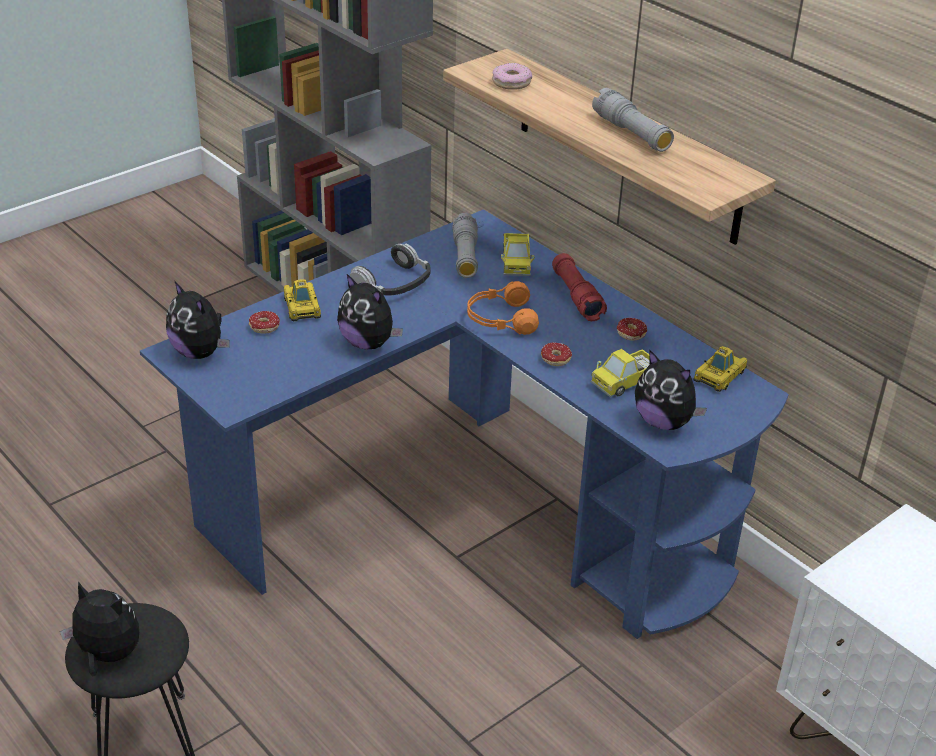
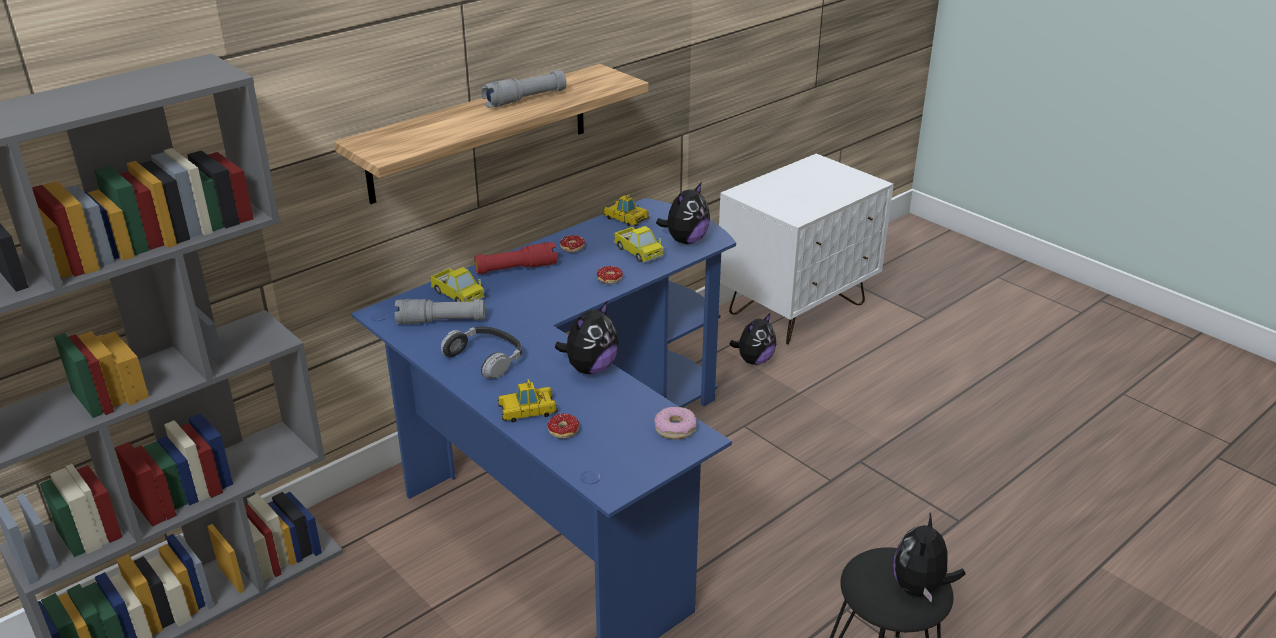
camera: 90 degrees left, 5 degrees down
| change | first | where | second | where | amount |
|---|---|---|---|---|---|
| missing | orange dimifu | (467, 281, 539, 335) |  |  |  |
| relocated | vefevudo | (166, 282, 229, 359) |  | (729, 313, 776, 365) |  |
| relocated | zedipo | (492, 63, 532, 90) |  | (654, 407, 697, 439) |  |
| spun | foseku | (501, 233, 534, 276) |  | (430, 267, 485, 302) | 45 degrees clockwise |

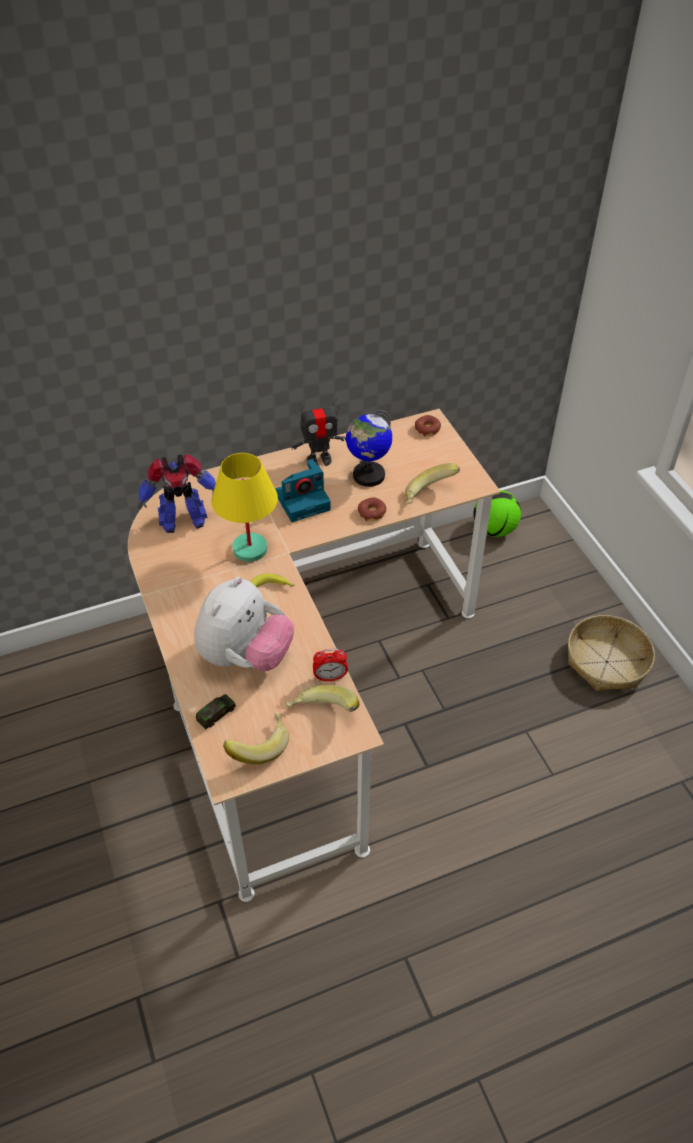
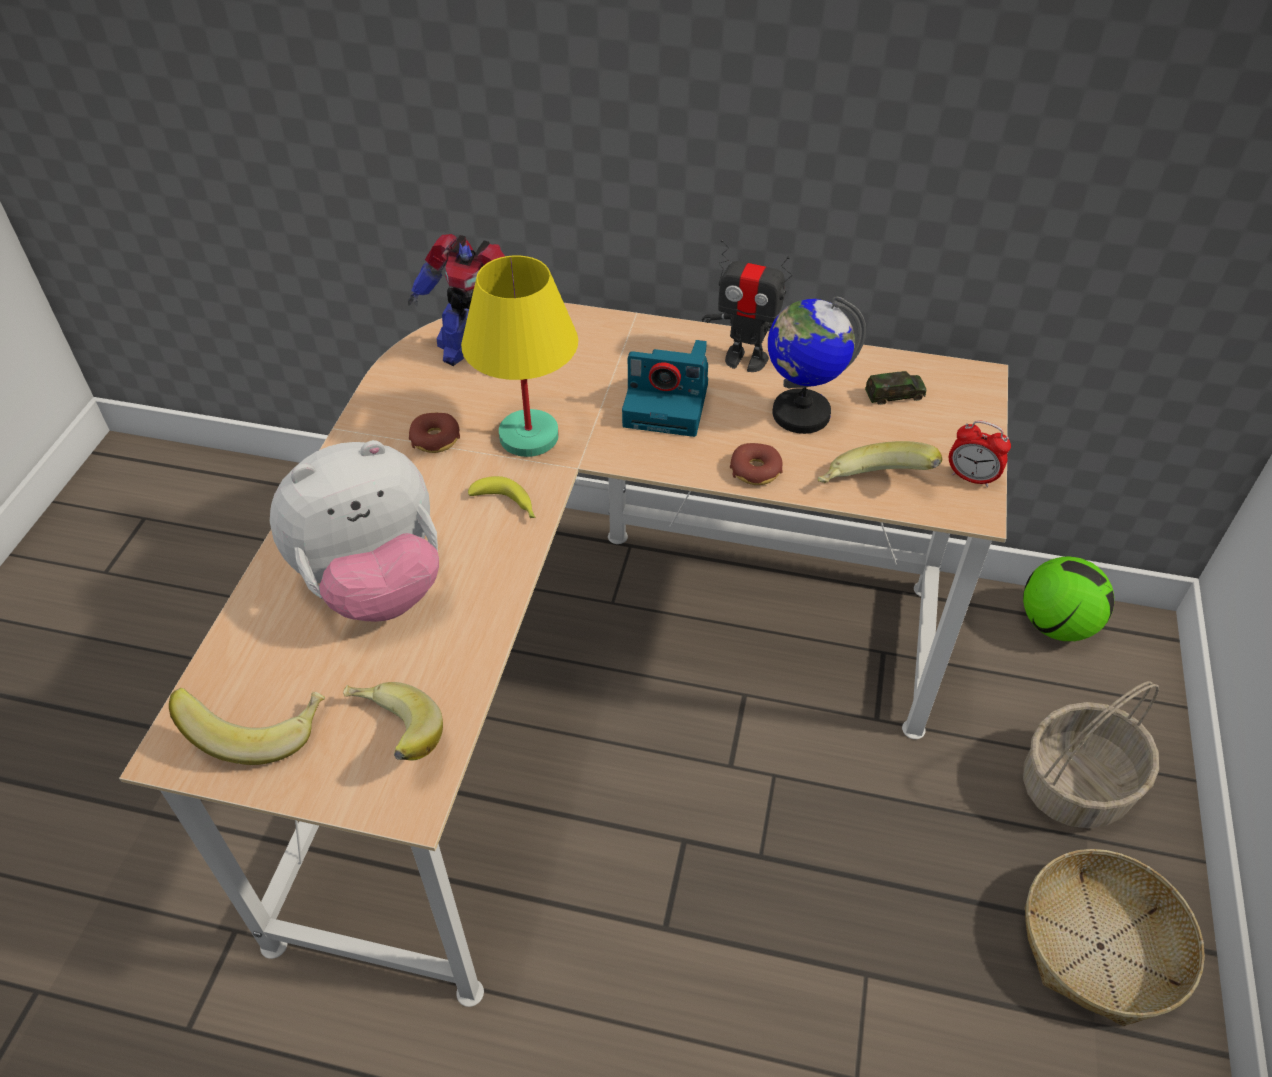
camera: 35 degrees right, 0 degrees up
| change | first | where | second | where | amount |
|---|---|---|---|---|---|
| appeared |  |  | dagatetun | (1023, 681, 1159, 828) |  |
| relocated | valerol | (196, 694, 236, 730) |  | (865, 371, 927, 405) |  |
| relocated | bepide | (313, 649, 348, 682) |  | (949, 420, 1011, 487) |  |
| relocated | zedipo | (415, 415, 441, 436) |  | (409, 413, 460, 453) |  |

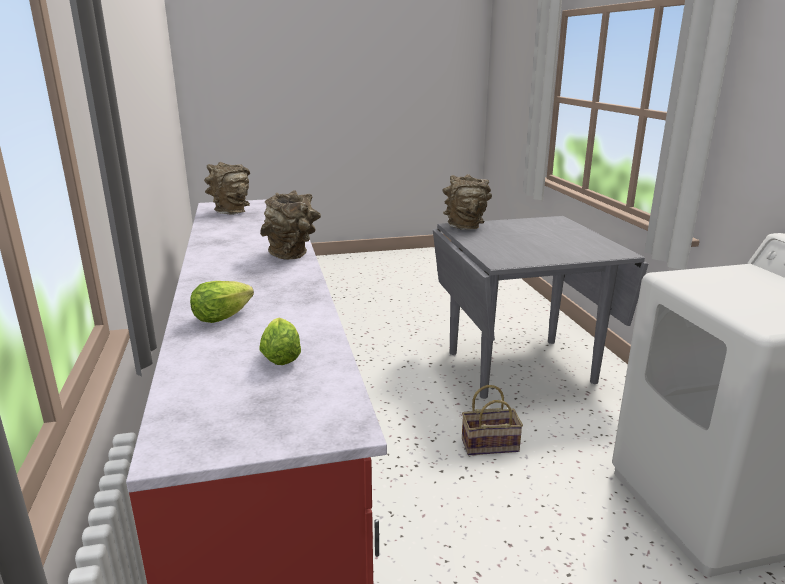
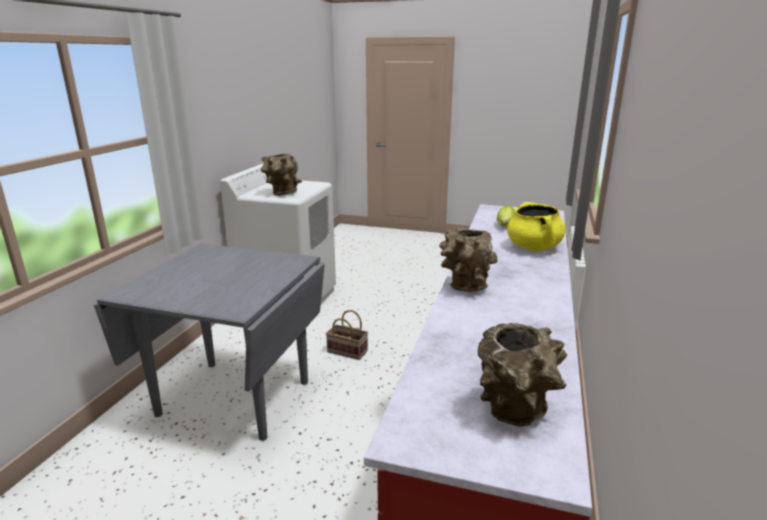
camera: 150 degrees left, 0 degrees up
| change | first | where | second | where | amount |
|---|---|---|---|---|---|
| relocated | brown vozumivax | (442, 174, 492, 230) |  | (260, 153, 302, 195) |  |
| exchanged | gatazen | (190, 281, 254, 323) | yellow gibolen | (507, 202, 566, 251) |  |

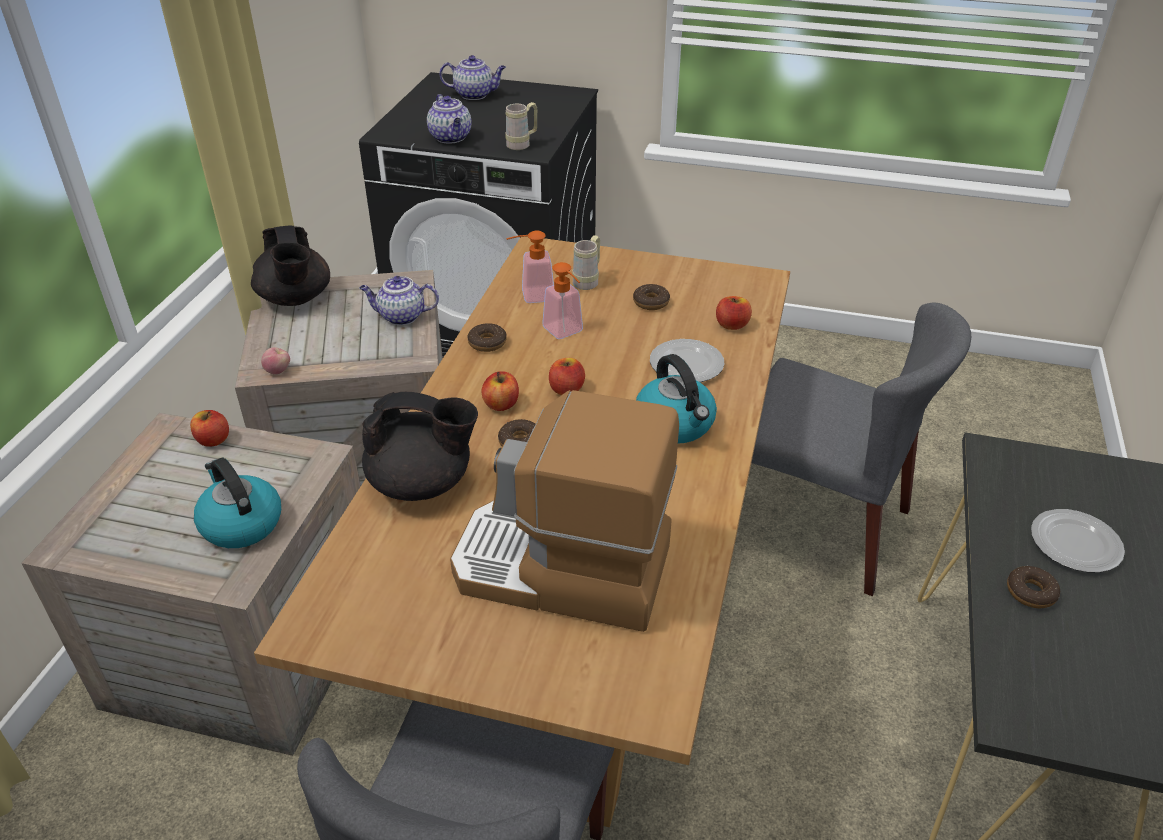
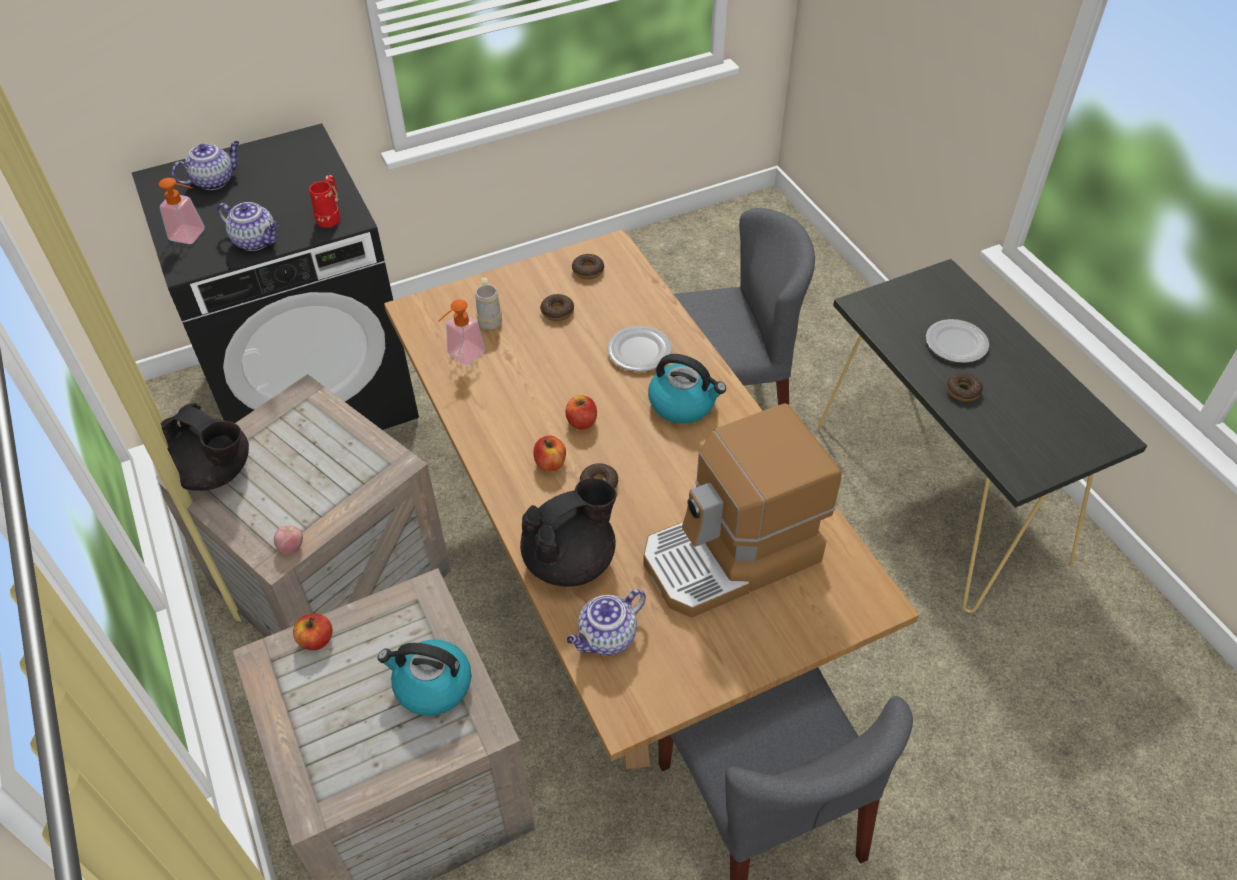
camera: 40 degrees left, 10 degrees up
| change | first | where | second | where | amount |
|---|---|---|---|---|---|
| missing | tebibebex | (716, 296, 752, 330) |  |  |  |
| relocated | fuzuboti | (359, 276, 439, 325) |  | (567, 589, 646, 655) |  |
| relocated | zedipo | (467, 323, 507, 352) |  | (572, 254, 604, 279) |  |
| relocated | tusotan | (542, 262, 583, 339) |  | (159, 178, 205, 244) |  |
| colour | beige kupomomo | (505, 102, 538, 150) | red kupomomo | (309, 175, 340, 228) |  |

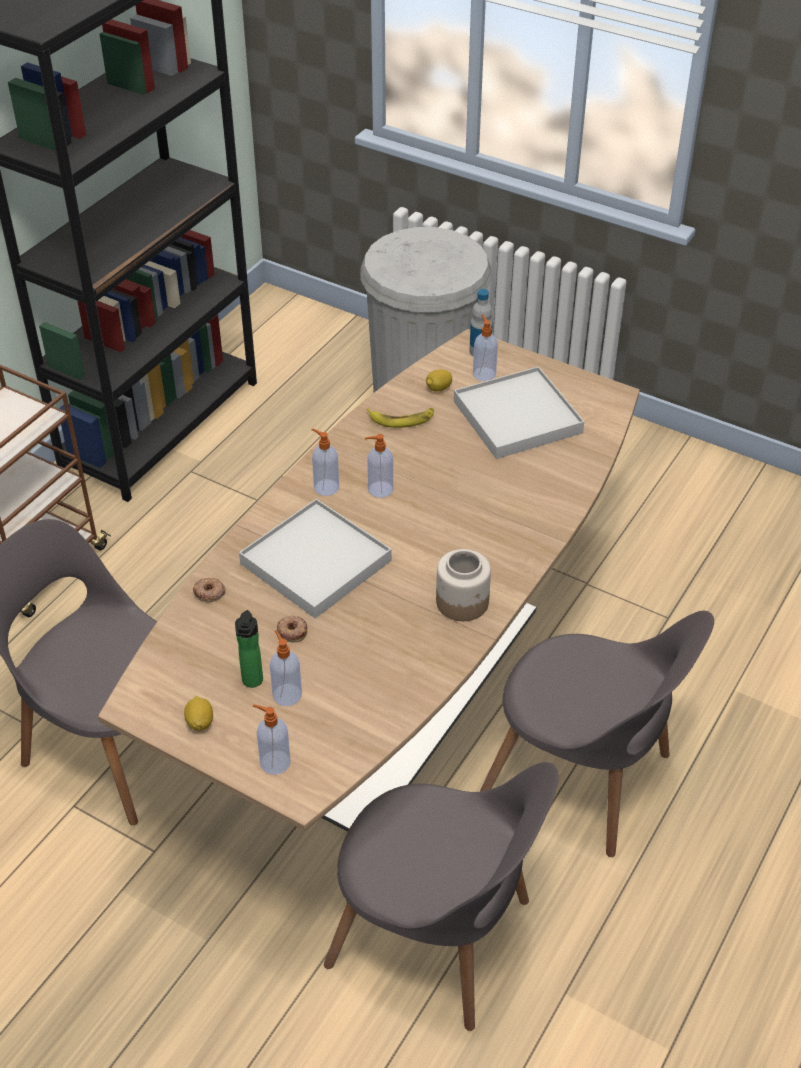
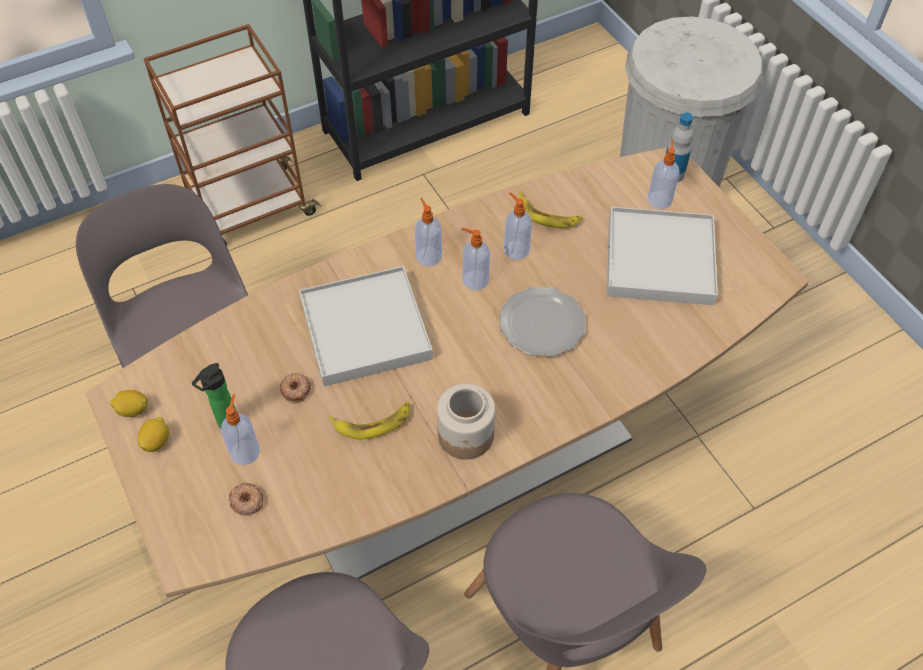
camera: 30 degrees right, 10 degrees up
| change | first | where | second | where | amount |
|---|---|---|---|---|---|
| appeared |  |  | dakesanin | (329, 402, 410, 439) |  |
| appeared |  |  | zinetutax | (499, 286, 586, 357) |  |
| relocated | zedipo | (193, 578, 225, 602) |  | (229, 482, 264, 515) |  |
| relocated | tusotan | (253, 704, 291, 775) |  | (504, 192, 532, 260) |  |
| relocated | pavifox | (426, 369, 452, 392) |  | (110, 390, 148, 417) |  |

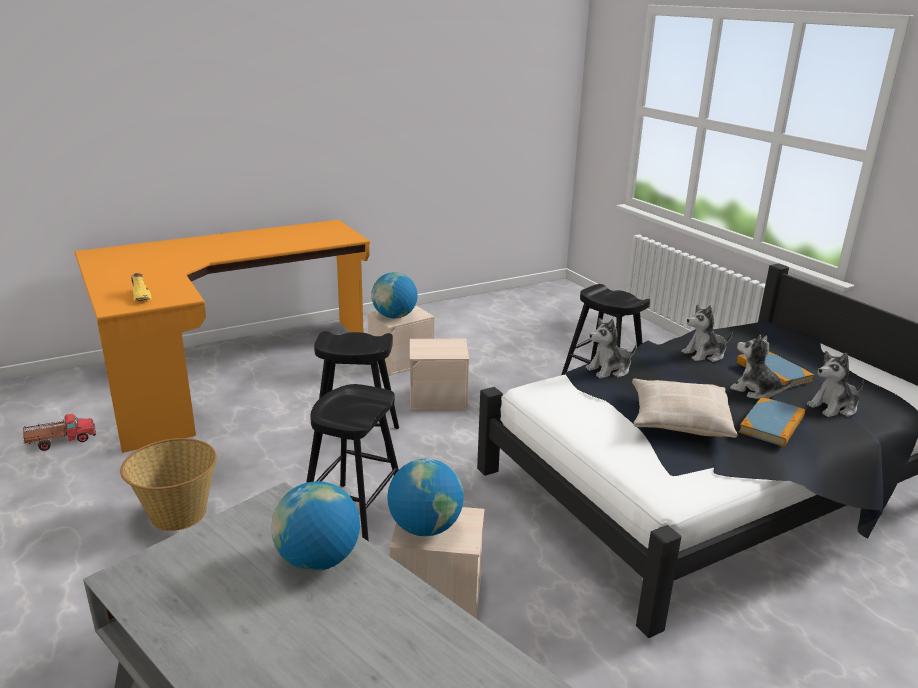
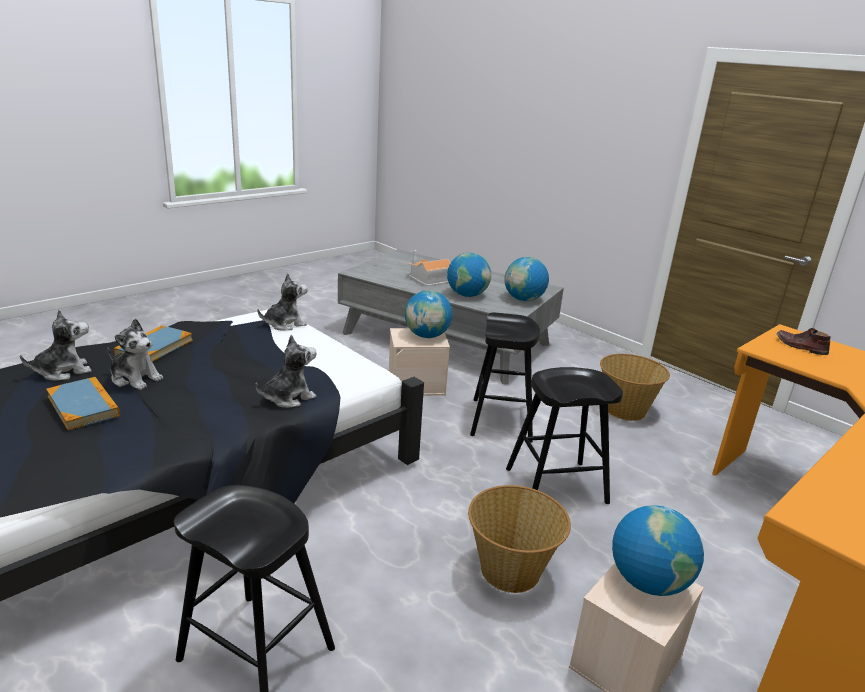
camera: 165 degrees right, 0 degrees up
| change | first | where | second | where | amount |
|---|---|---|---|---|---|
| missing | foseku | (23, 414, 96, 451) |  |  |  |
| missing | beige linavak | (632, 379, 738, 438) |  |  |  |
| appeared |  |  | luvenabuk | (408, 250, 450, 286) |  |
| appeared |  |  | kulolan | (504, 257, 549, 301) |  |
| relocated | vefevudo | (681, 305, 733, 362) |  | (257, 273, 308, 331) |  |
| exchanged | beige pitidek | (410, 339, 469, 410) | dagatetun | (468, 485, 571, 593) |  |
| colour | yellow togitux | (131, 273, 152, 301) | brown togitux | (777, 328, 831, 355) |  |

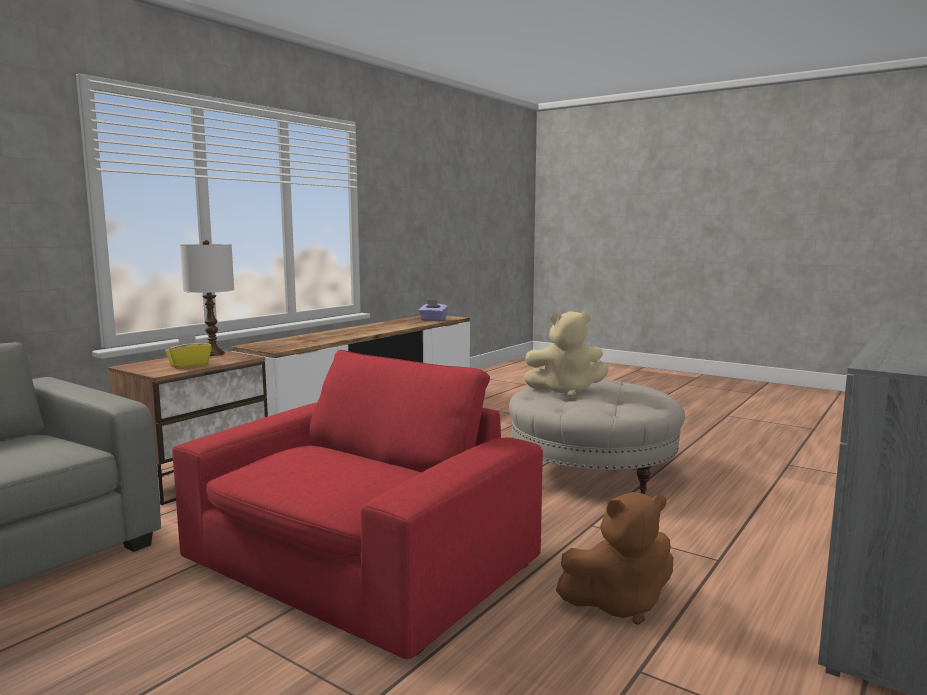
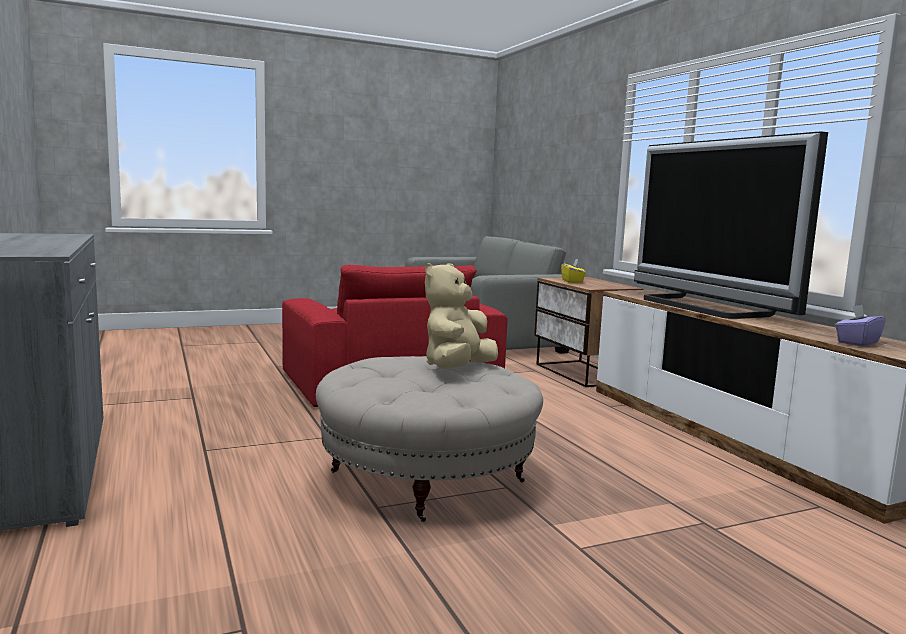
camera: 120 degrees right, 0 degrees up
| change | first | where | second | where | amount |
|---|---|---|---|---|---|
| missing | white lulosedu | (180, 240, 234, 356) |  |  |  |
| missing | brown vefevudo | (556, 492, 673, 625) |  |  |  |
| appeared |  |  | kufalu | (634, 131, 828, 319) |  |

